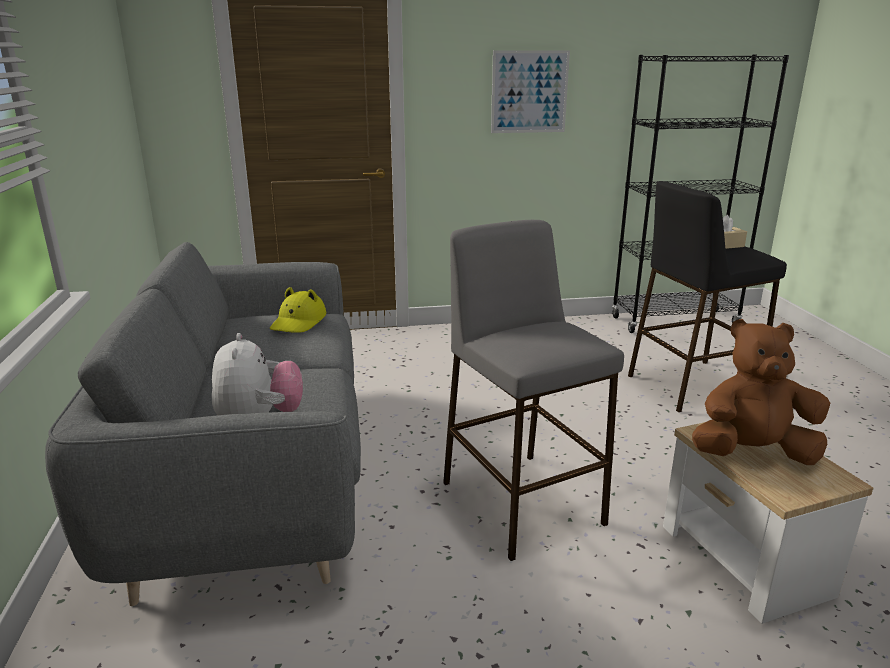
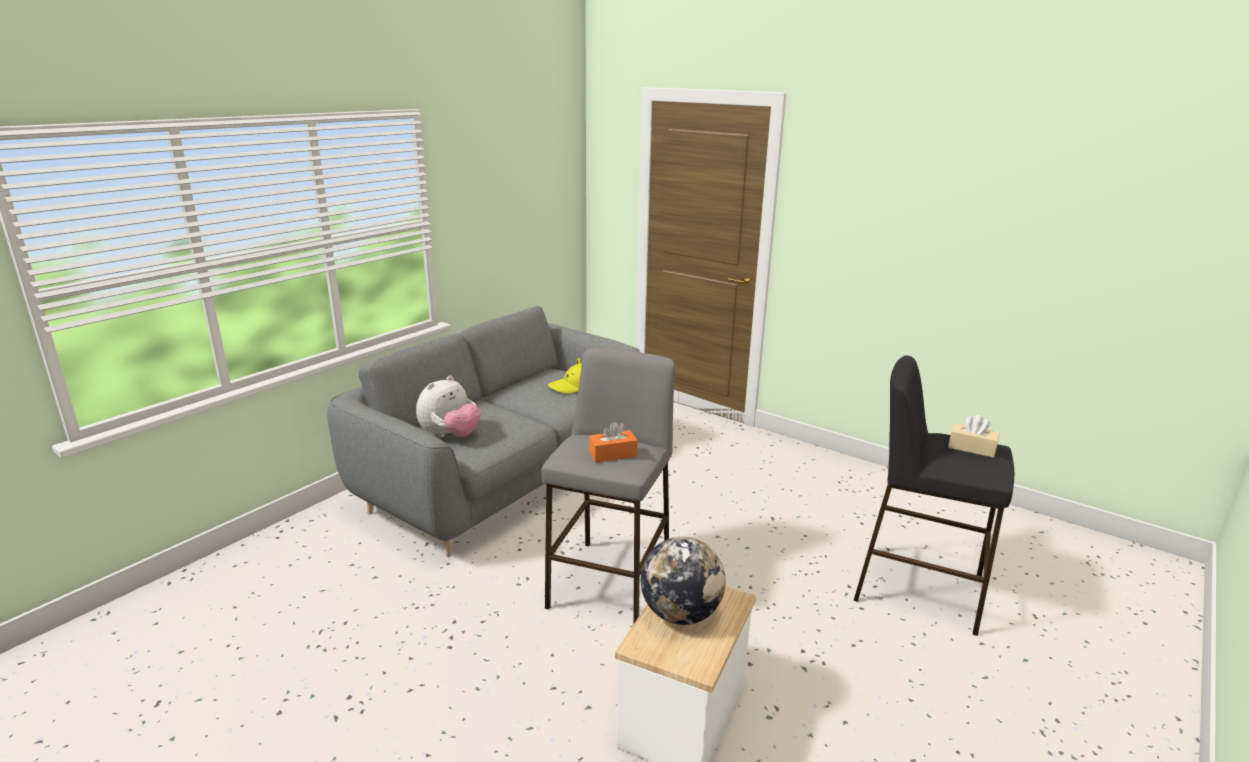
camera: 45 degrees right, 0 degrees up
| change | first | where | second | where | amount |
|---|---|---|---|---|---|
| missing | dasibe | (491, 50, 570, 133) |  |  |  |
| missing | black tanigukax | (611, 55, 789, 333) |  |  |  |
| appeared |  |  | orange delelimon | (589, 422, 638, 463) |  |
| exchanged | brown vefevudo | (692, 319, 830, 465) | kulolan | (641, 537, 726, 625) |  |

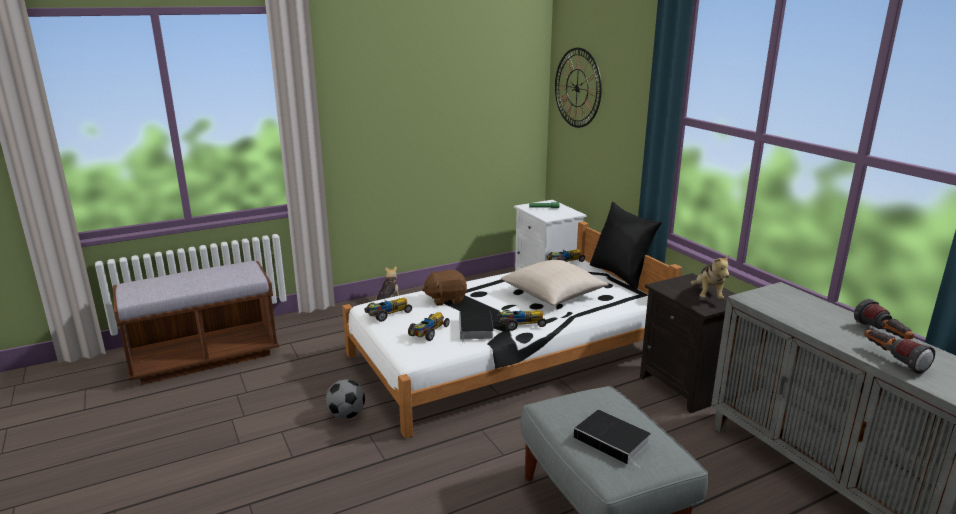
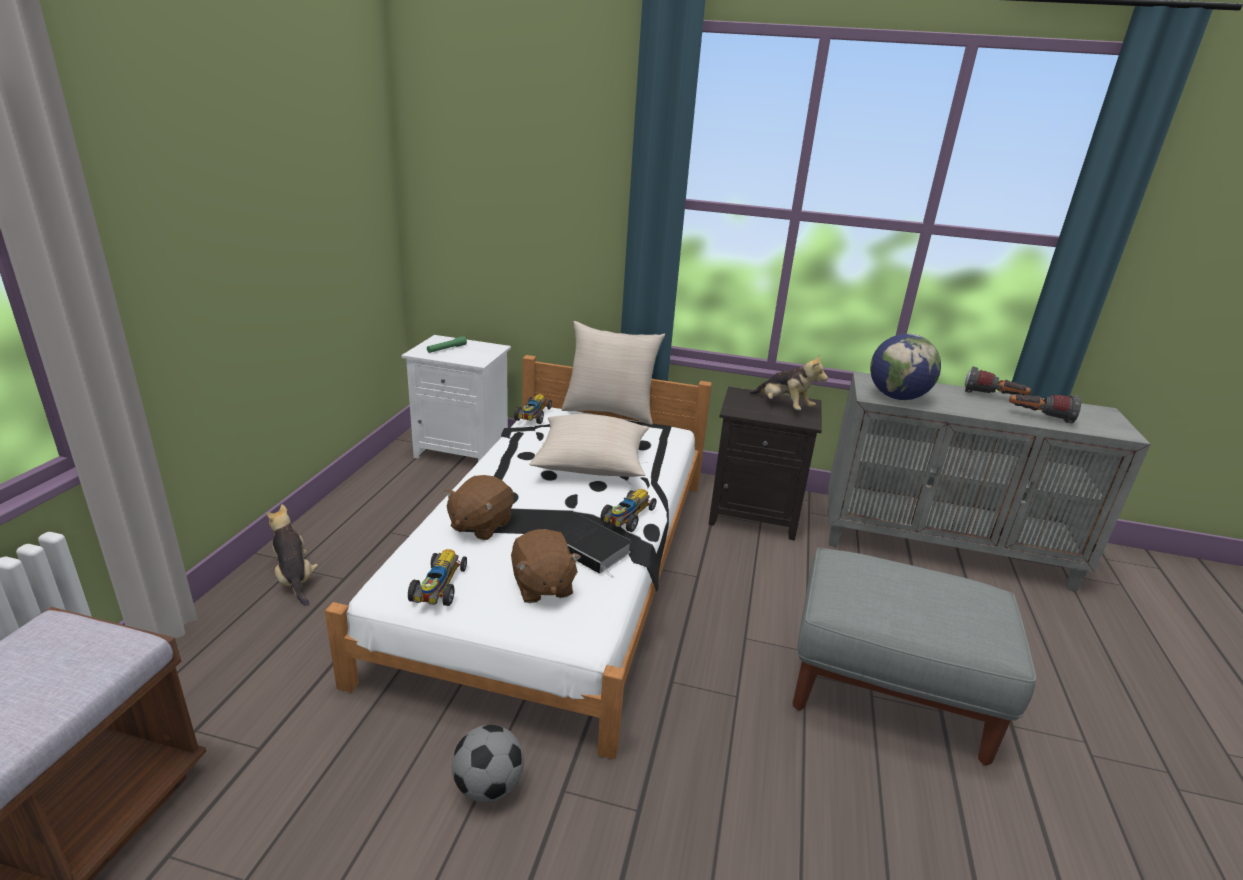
camera: 50 degrees left, 5 degrees up
| change | first | where | second | where | amount |
|---|---|---|---|---|---|
| missing | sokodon | (555, 48, 602, 128) |  |  |  |
| missing | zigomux | (574, 410, 651, 468) |  |  |  |
| appeared |  |  | kulolan | (870, 334, 941, 400) |  |
| exchanged | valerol | (408, 312, 450, 341) | brown vefevudo | (511, 529, 581, 603) |  |
| colour | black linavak | (590, 202, 662, 290) | beige linavak | (561, 321, 665, 425) |  |

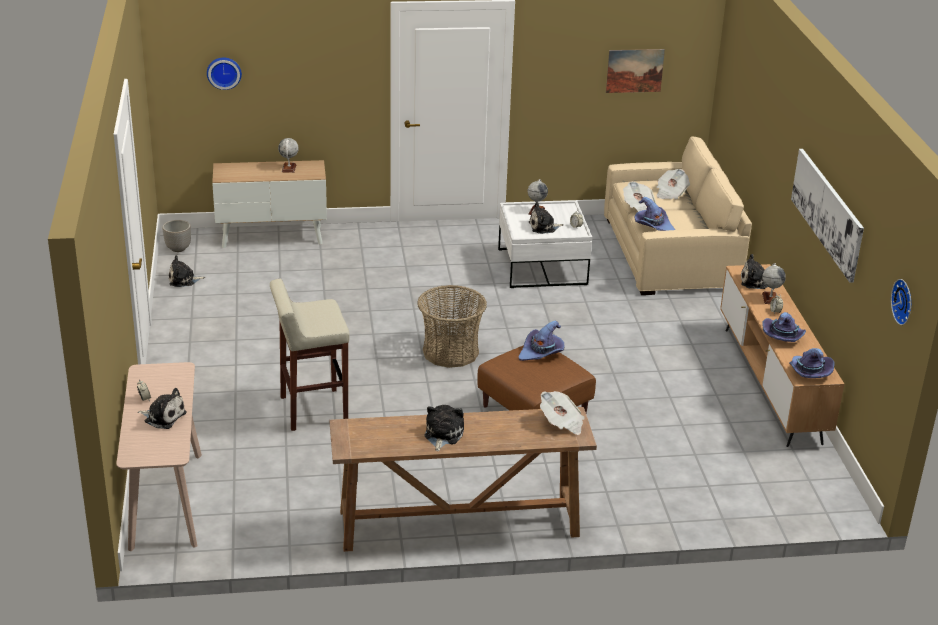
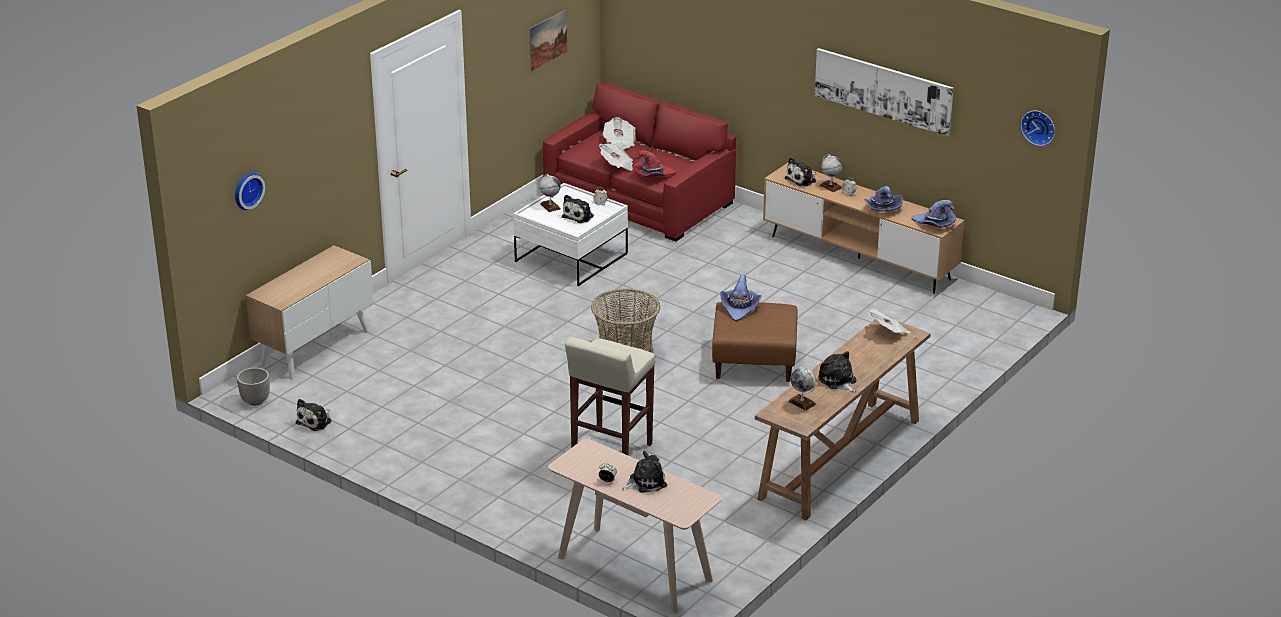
camera: 45 degrees left, 0 degrees up
| change | first | where | second | where | amount |
|---|---|---|---|---|---|
| relocated | kulolan | (278, 138, 299, 173) |  | (788, 367, 816, 411) |  |
| colour | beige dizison | (604, 136, 752, 295) | red dizison | (543, 83, 736, 242) |  |
| colour | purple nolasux | (635, 197, 675, 231) | red nolasux | (634, 150, 677, 177) |  |

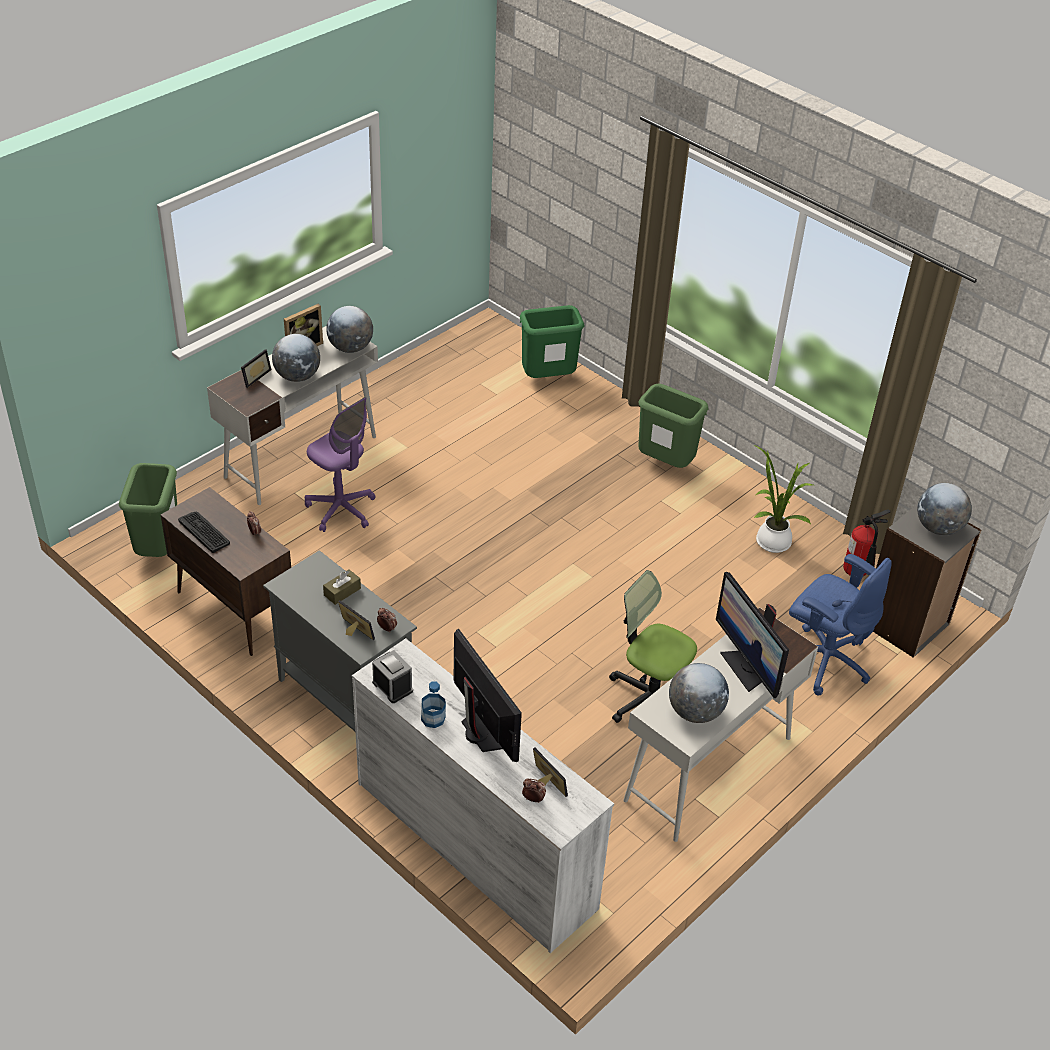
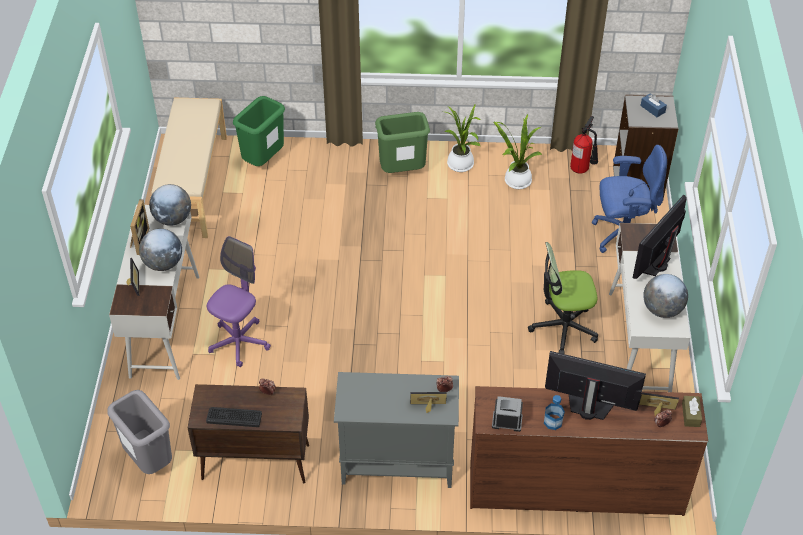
camera: 40 degrees left, 5 degrees up
| change | first | where | second | where | amount |
|---|---|---|---|---|---|
| appeared |  |  | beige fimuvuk | (150, 98, 227, 238) |  |
| appeared |  |  | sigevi | (444, 103, 481, 172) |  |
| relocated | brown delelimon | (323, 569, 361, 605) |  | (682, 396, 702, 427) |  |
| exchanged | kulolan | (917, 483, 972, 535) | blue delelimon | (641, 93, 667, 117) |  |
| colour | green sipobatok | (119, 463, 177, 557) | grey sipobatok | (107, 390, 172, 474) |  |
| colour | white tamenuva | (352, 638, 614, 953) | brown tamenuva | (470, 386, 708, 516) |  |
| spun | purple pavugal | (305, 397, 375, 532) |  | (207, 236, 271, 367) | 60 degrees counterclockwise |
| spun | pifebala | (716, 572, 789, 698) |  | (633, 195, 687, 279) | 105 degrees clockwise |

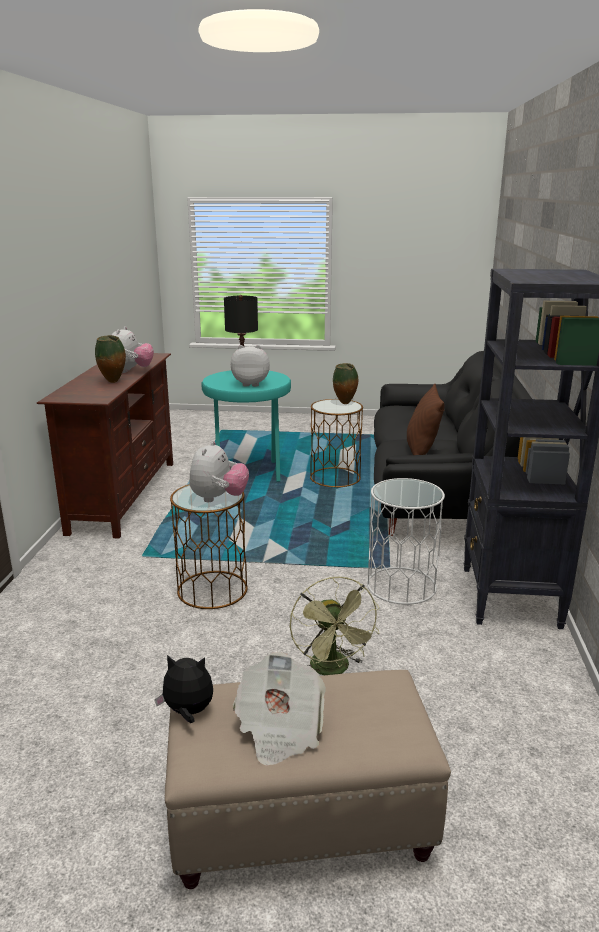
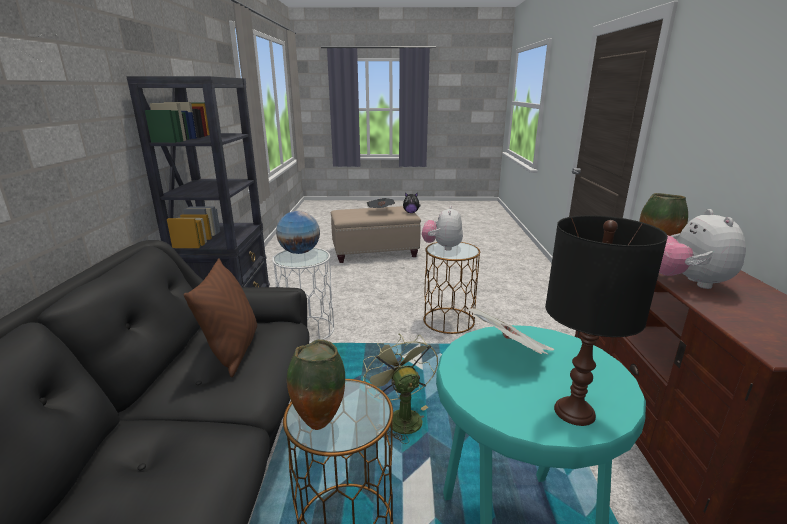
camera: 175 degrees right, 0 degrees up
| change | first | where | second | where | amount |
|---|---|---|---|---|---|
| appeared |  |  | kulolan | (276, 211, 320, 254) |  |
| relocated | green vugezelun | (290, 576, 380, 675) |  | (363, 334, 438, 444) |  |
| exchanged | vefevudo | (231, 345, 270, 387) | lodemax | (468, 308, 554, 354) |  |

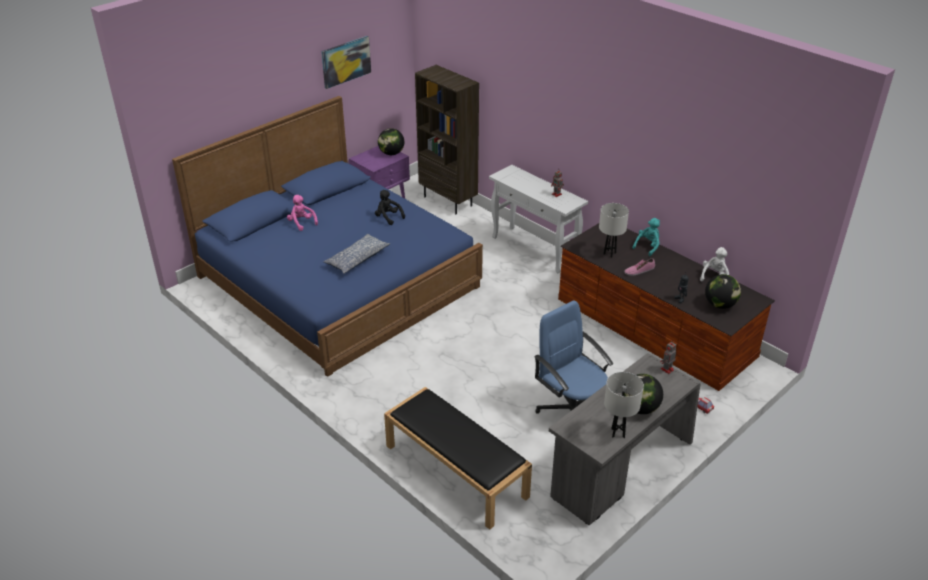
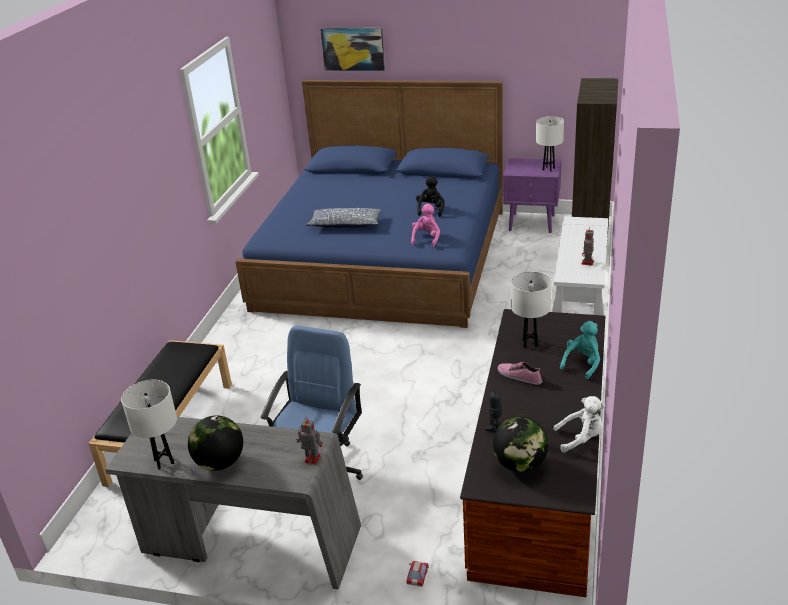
camera: 60 degrees right, 5 degrees down
| change | first | where | second | where | amount |
|---|---|---|---|---|---|
| relocated | pink vefevudo | (287, 195, 318, 231) |  | (411, 203, 440, 247) |  |
| relocated | dasibe | (321, 36, 371, 89) |  | (320, 28, 385, 71) |  |
| exchanged | kulolan | (378, 128, 404, 155) | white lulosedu | (536, 116, 564, 172) |  |
| spun | turquoise vefevudo | (632, 218, 660, 256) |  | (560, 321, 600, 379) | 60 degrees counterclockwise |

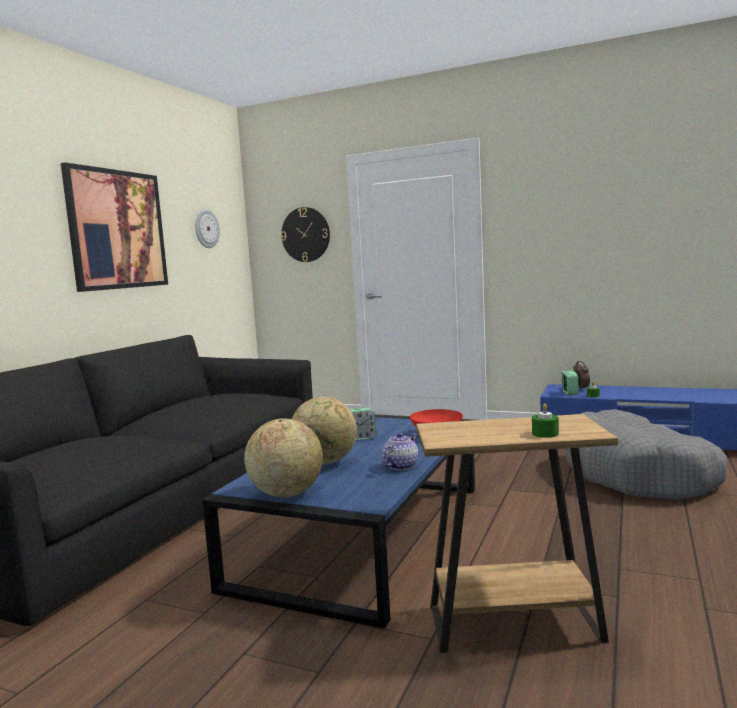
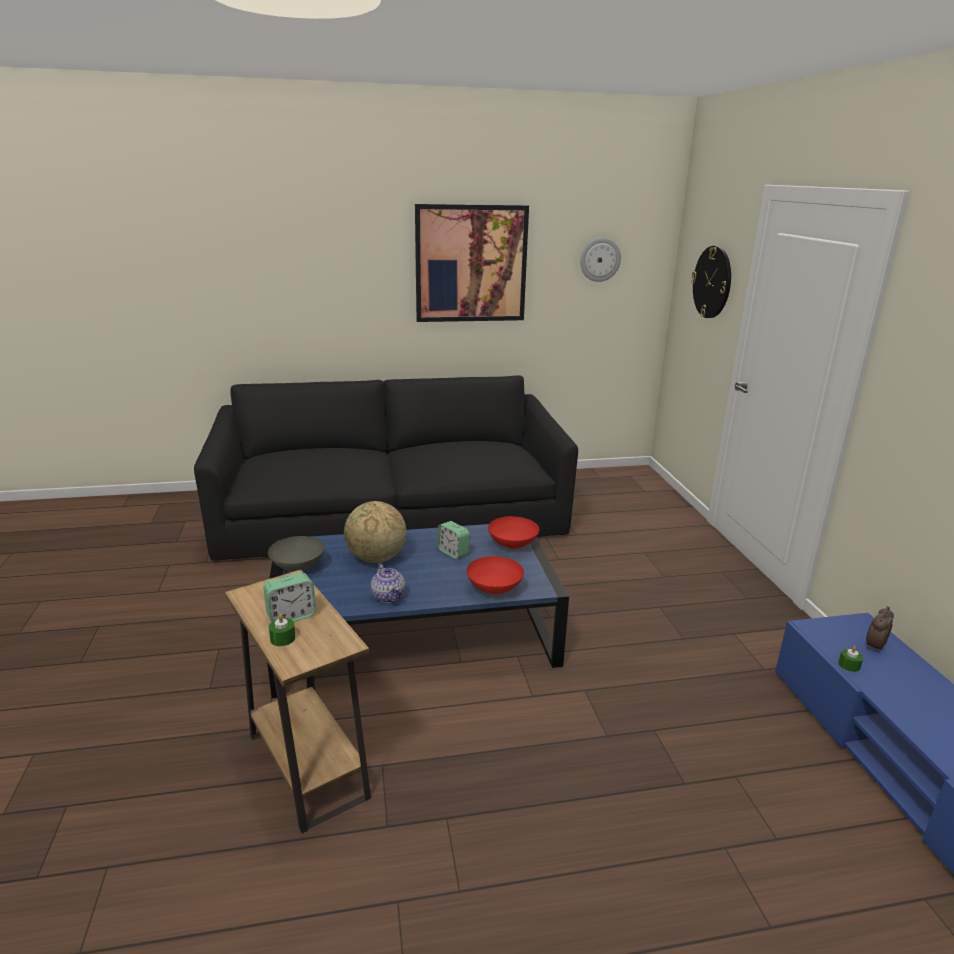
camera: 55 degrees right, 15 degrees up
| change | first | where | second | where | amount |
|---|---|---|---|---|---|
| missing | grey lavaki | (565, 409, 728, 500) |  |  |  |
| appeared |  |  | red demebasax | (488, 516, 539, 549) |  |
| relocated | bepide | (561, 371, 579, 395) |  | (263, 573, 316, 622) |  |
| exchanged | kulolan | (244, 418, 323, 498) | grey demebasax | (268, 536, 325, 571) |  |
| spun | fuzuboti | (382, 433, 418, 470) |  | (371, 564, 405, 603) | 60 degrees clockwise |

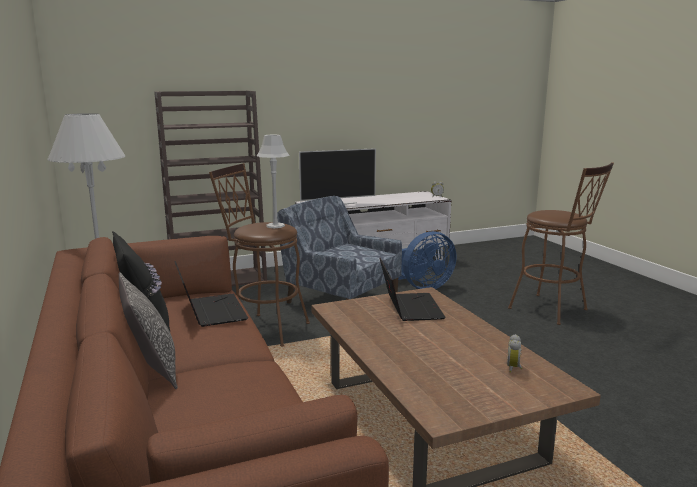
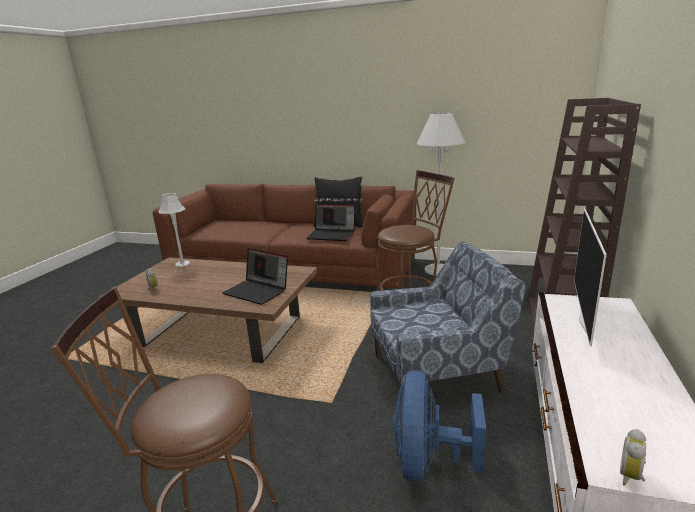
camera: 130 degrees right, 5 degrees up
| change | first | where | second | where | amount |
|---|---|---|---|---|---|
| missing | linavak | (119, 272, 178, 389) |  |  |  |
| relocated | grey lulosedu | (256, 134, 290, 228) |  | (158, 193, 190, 267) |  |

